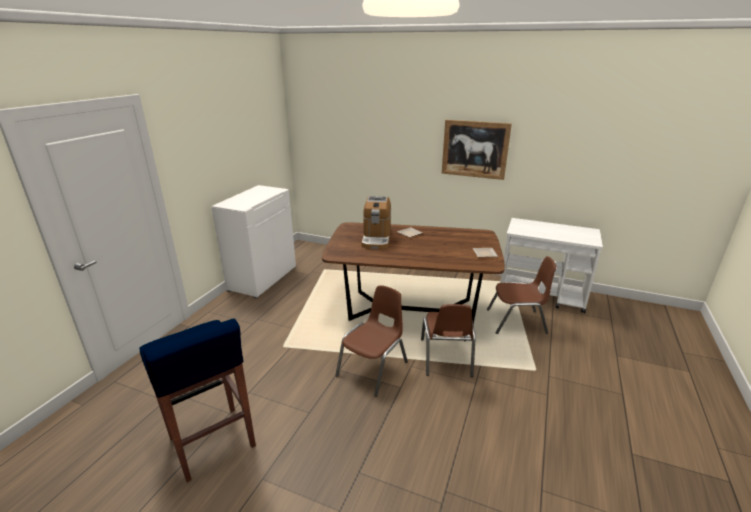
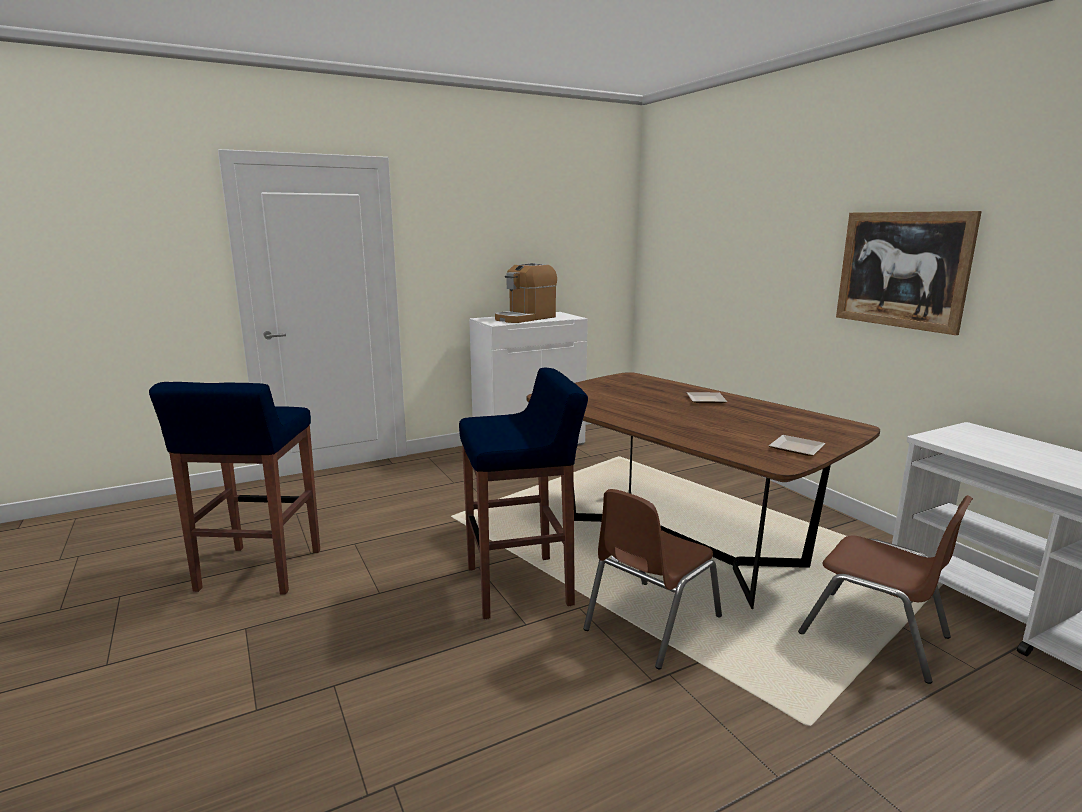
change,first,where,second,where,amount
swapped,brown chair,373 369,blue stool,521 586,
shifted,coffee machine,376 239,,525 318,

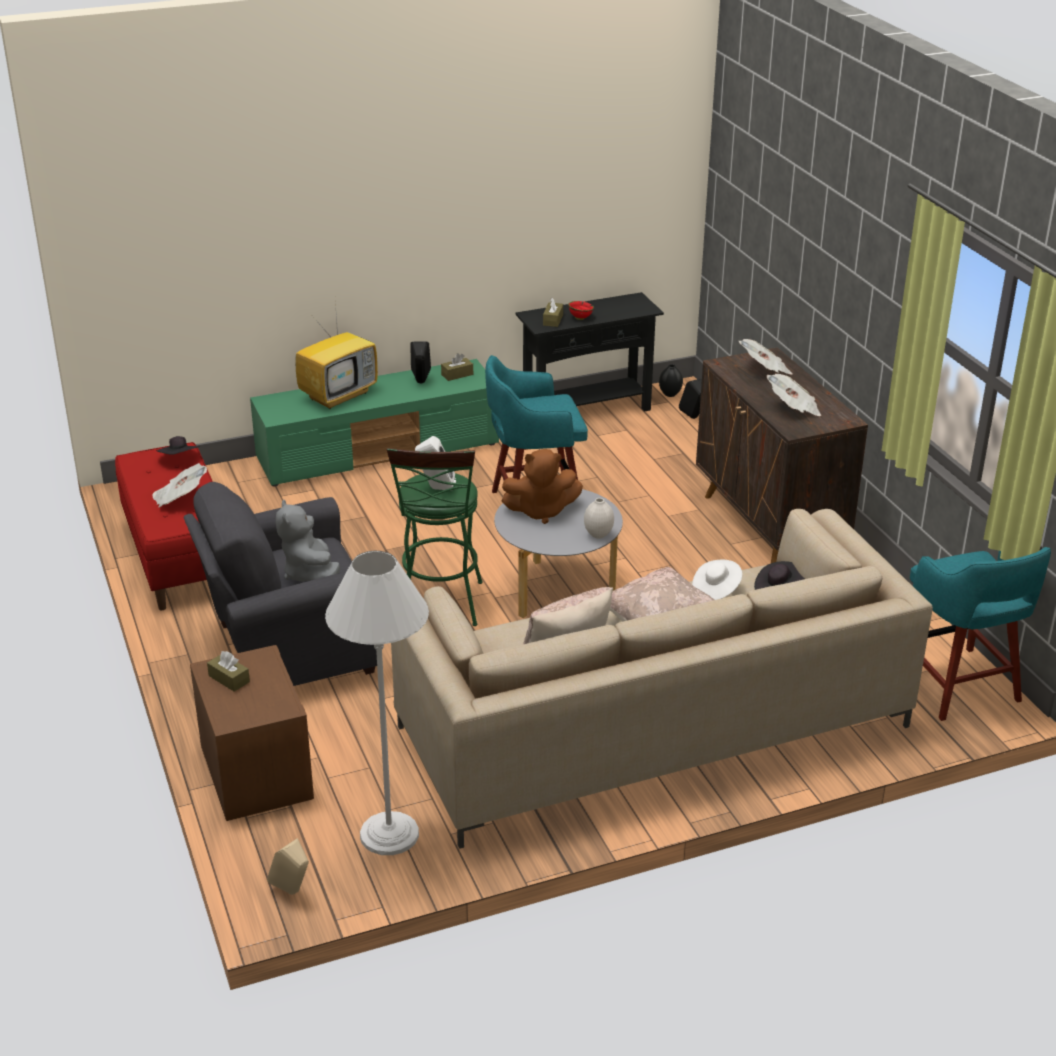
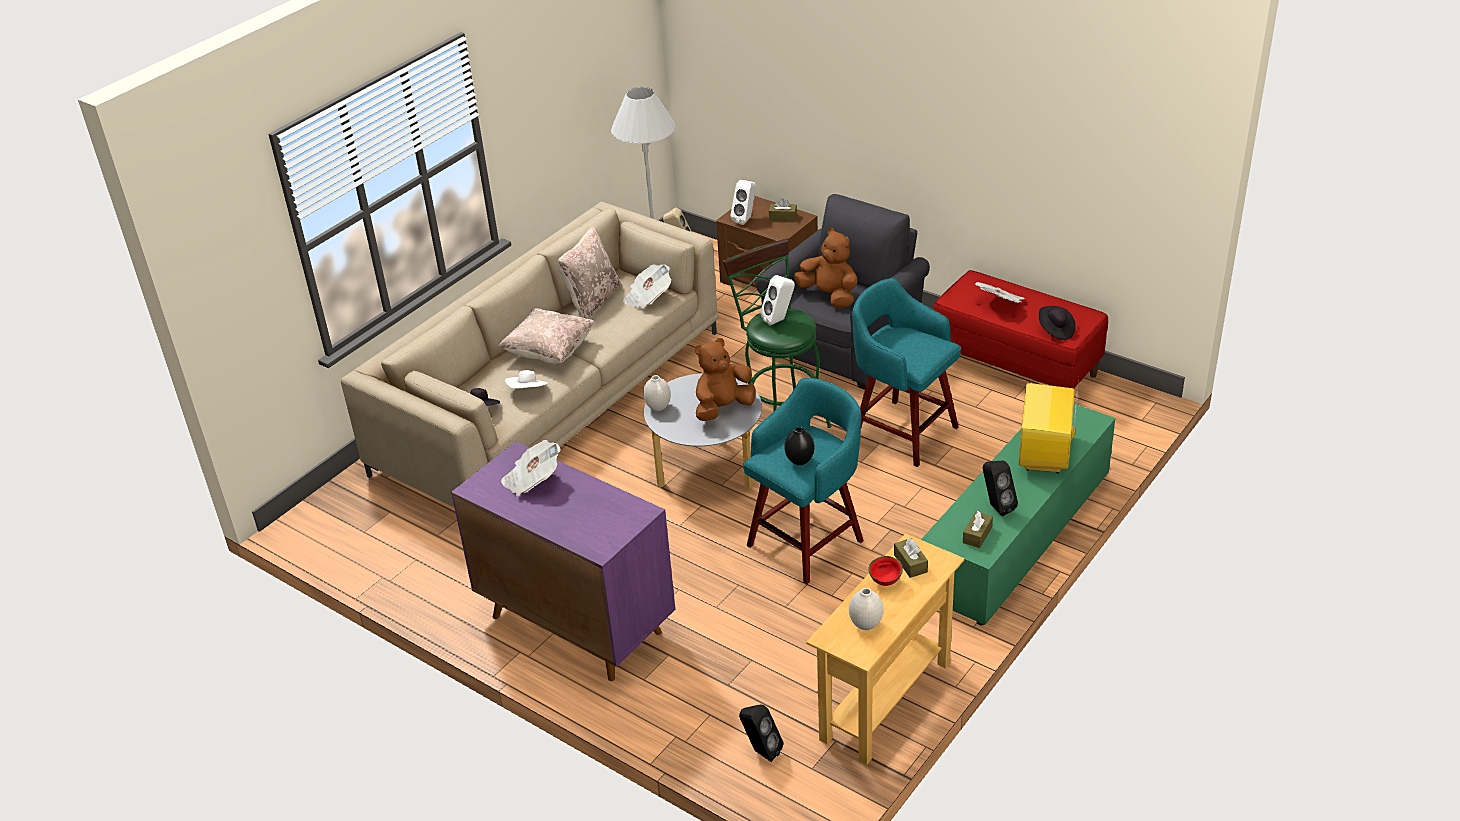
change,first,where,second,where,amount
repainted,grey plush toy,310 574,brown plush toy,829 296,
repainted,black console table,586 411,beige console table,886 700,
shifted,black vase,670 394,,800 461,
repainted,brown cabinet,770 525,purple cabinet,575 624,
shifted,newspaper,765 370,,648 298,
shifted,turquoise stool,958 686,,902 431,
new,,,white speaker,746 219,
new,,,white vase,866 625,

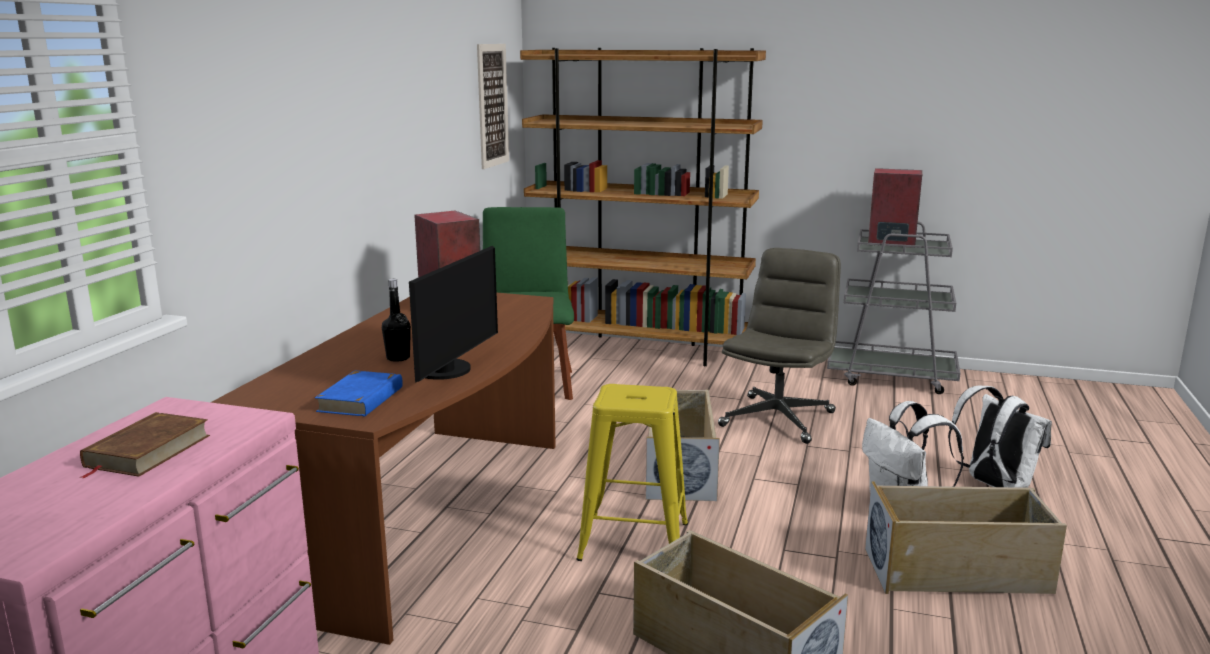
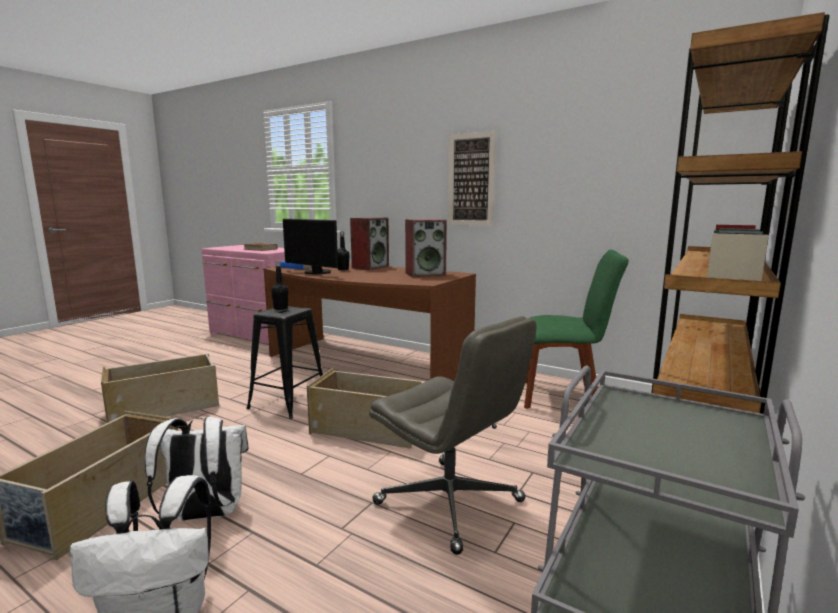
change,first,where,second,where,amount
shifted,picture,492 105,,471 180,
repainted,yellow stool,634 541,black stool,288 402,
shifted,speaker,890 242,,370 267,
new,,,black bottle,280 308,

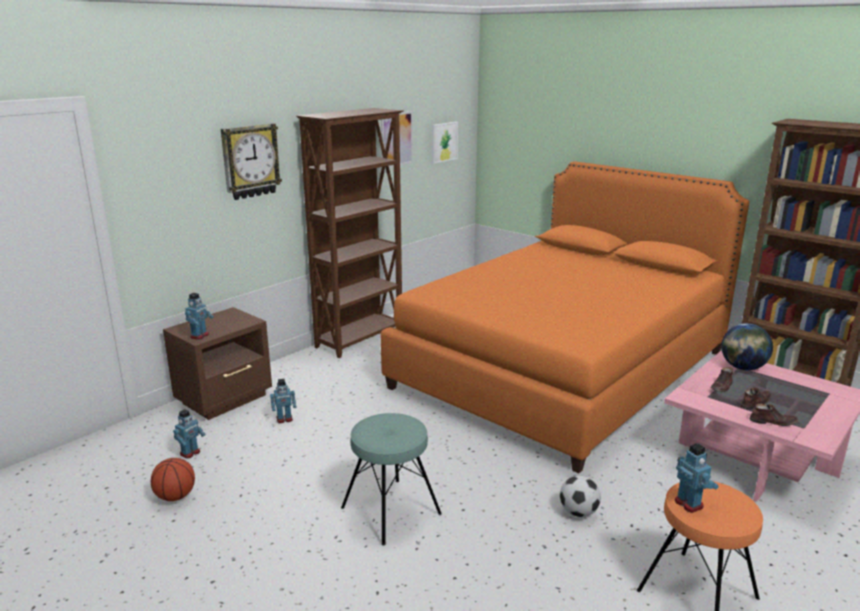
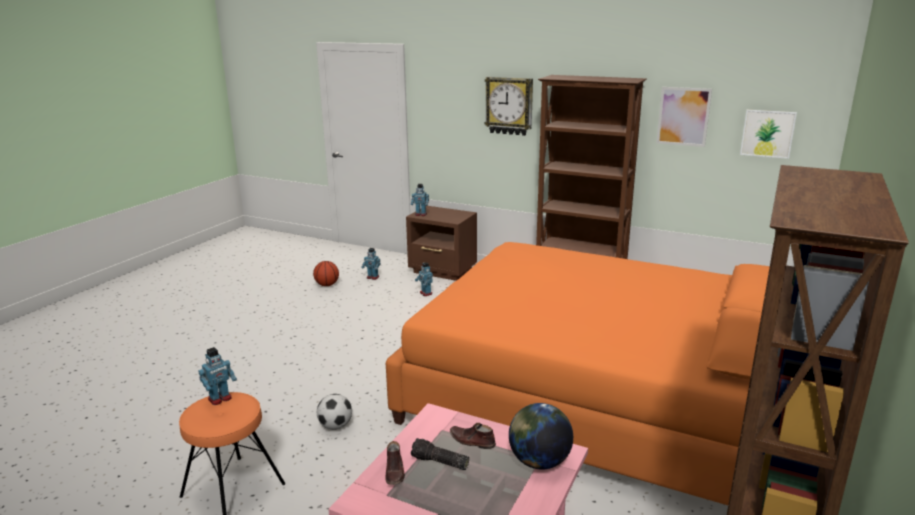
change,first,where,second,where,amount
gone,turquoise stool,391 511,,,
swapped,brown shoe,754 403,flashlight,439 462,

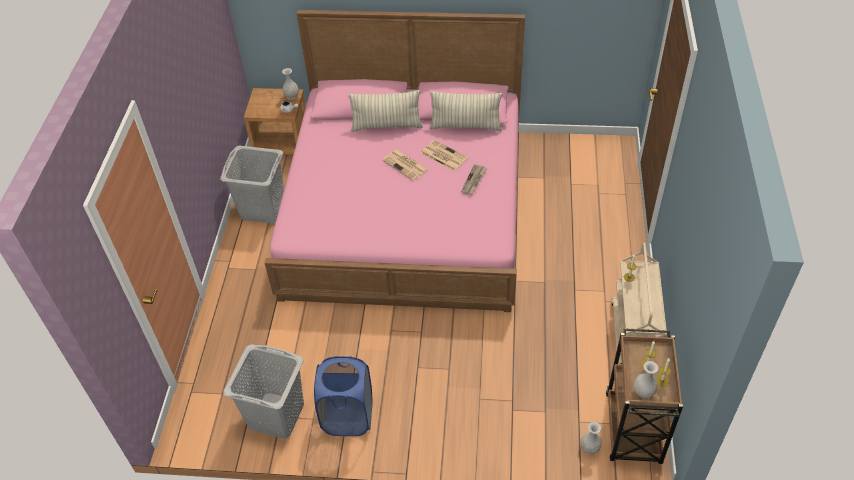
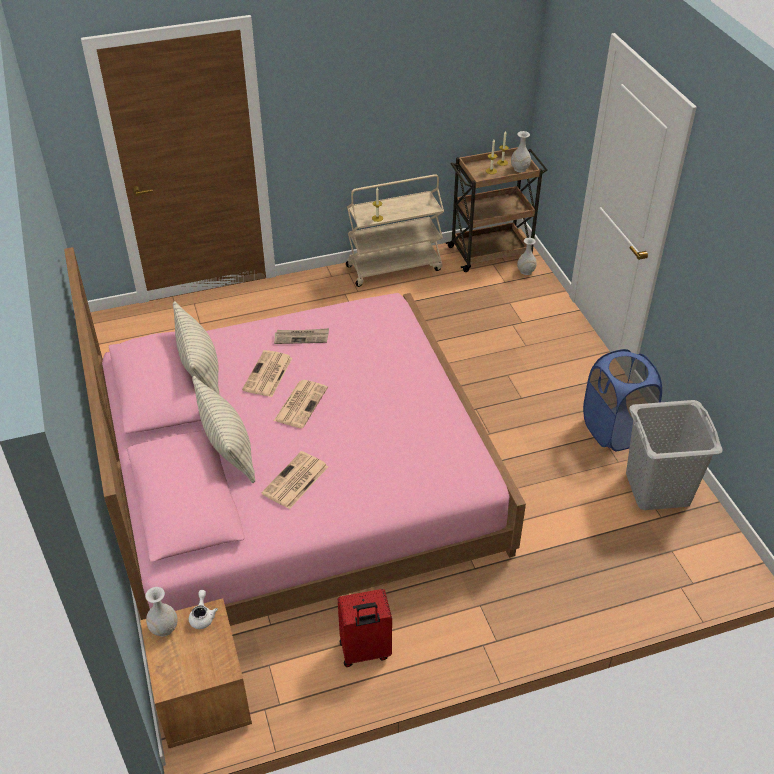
change,first,where,second,where,amount
swapped,grey laundry basket,262 208,red suitcase,365 652,
new,,,newspaper,295 481,

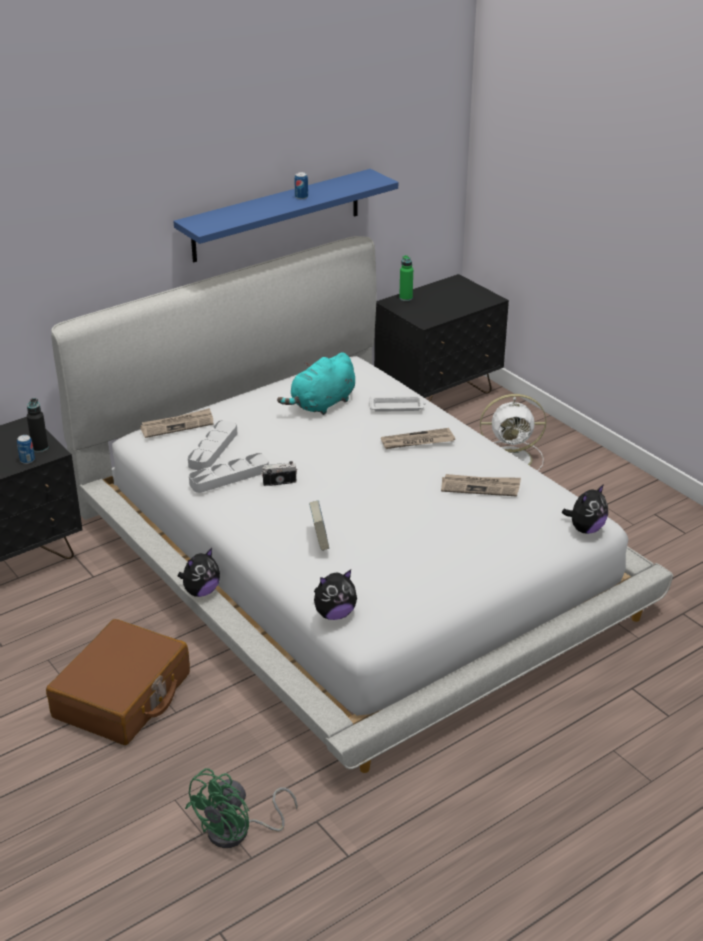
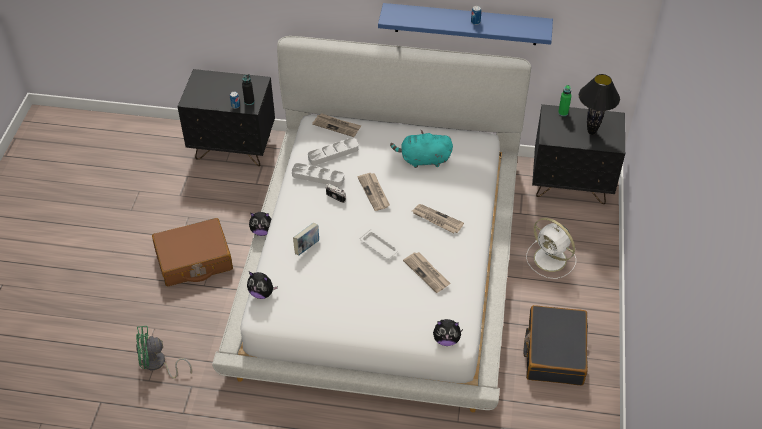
change,first,where,second,where,amount
shifted,white tray,397 407,,379 247,
new,,,newspaper,374 192,
new,,,black suitcase,554 352,
new,,,black table lamp,591 131,

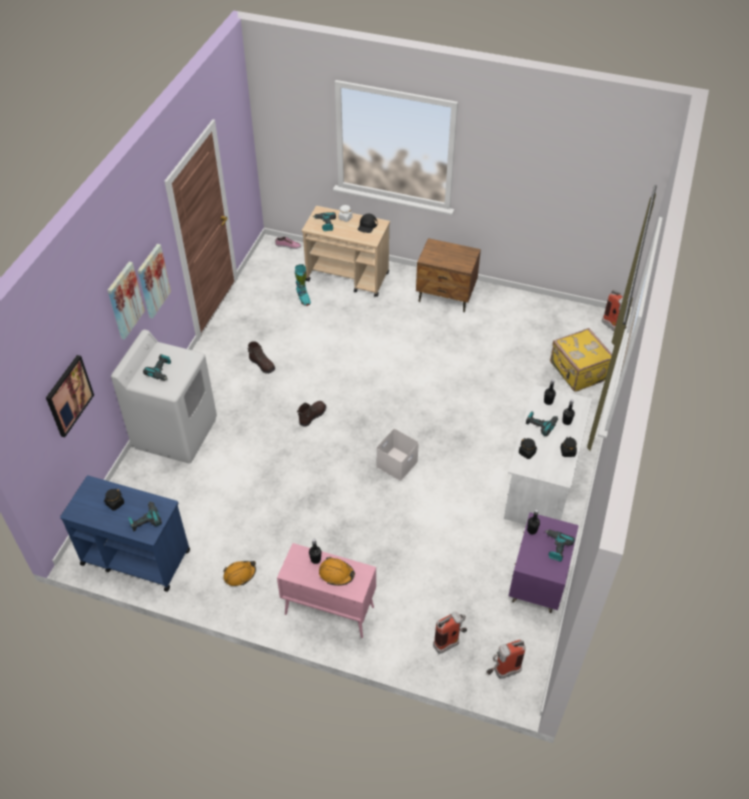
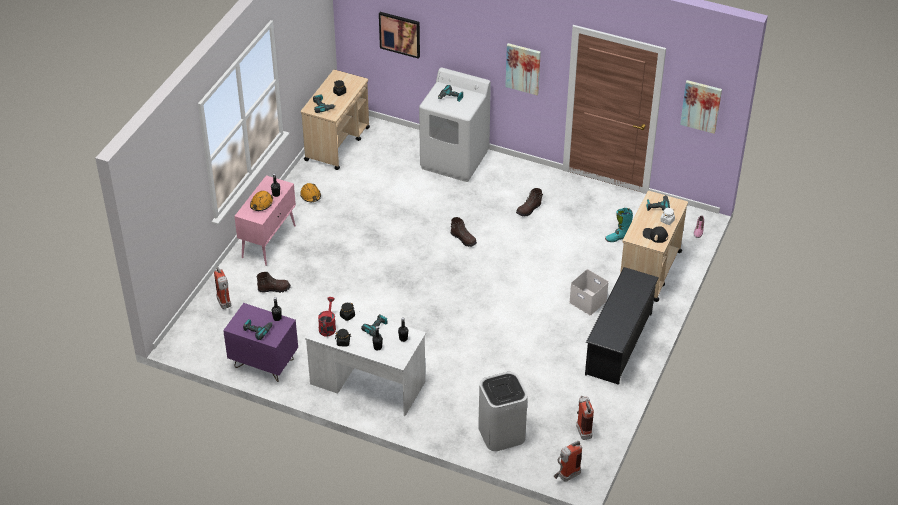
change,first,where,second,where,amount
repainted,blue cart,135 557,beige cart,337 143,
shifted,picture,125 300,,701 106,
shifted,white storage box,397 464,,587 301,
swapped,brown nightstand,446 296,black shoe rack,619 343,
shifted,fire extinguisher,502 672,,582 429,
swapped,yellow suitcase,578 372,white trash can,501 433,
new,,,brown boot,274 289,
new,,,red watering can,327 327,

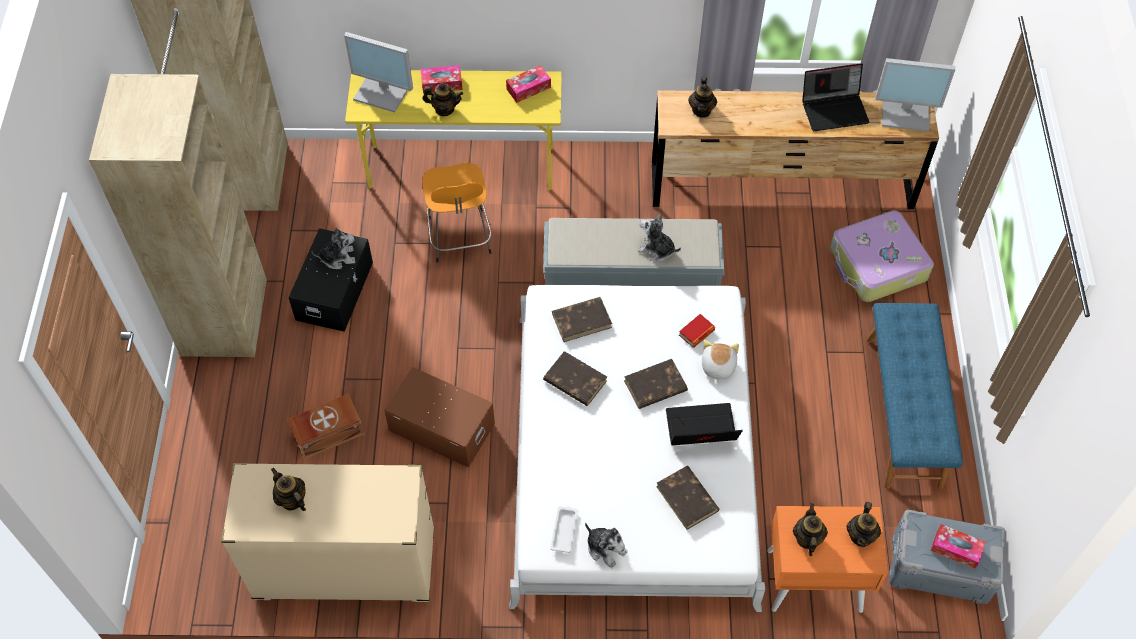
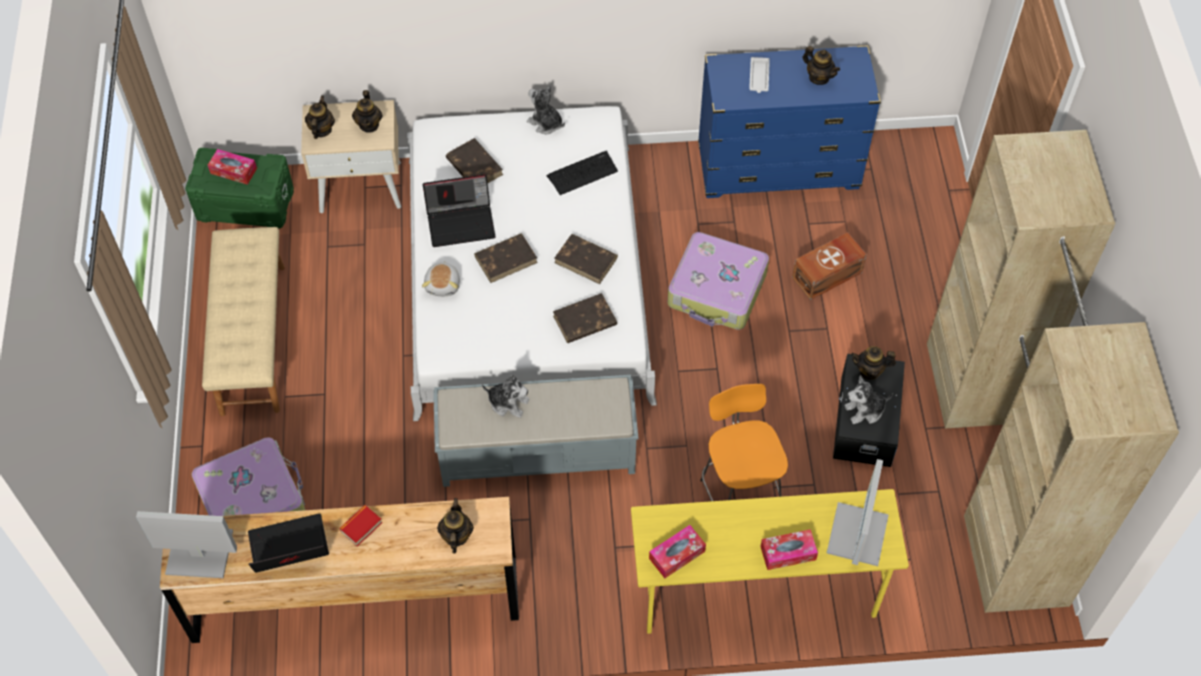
change,first,where,second,where,amount
repainted,beige dresser,345 566,blue dresser,778 168,
rotated,monitor,384 91,,858 536,90 degrees counterclockwise
swapped,brown storage box,442 426,suitcase,717 290,
shifted,teapot,444 109,,869 371,
shifted,white tray,564 530,,759 77,
shifted,book,696 333,,361 527,
repainted,orange nightstand,813 580,beige nightstand,361 186,
repainted,blue bench,904 411,beige bench,252 338,
repainted,grey storage box,940 567,green storage box,245 205,
new,,,keyboard,582 173,

